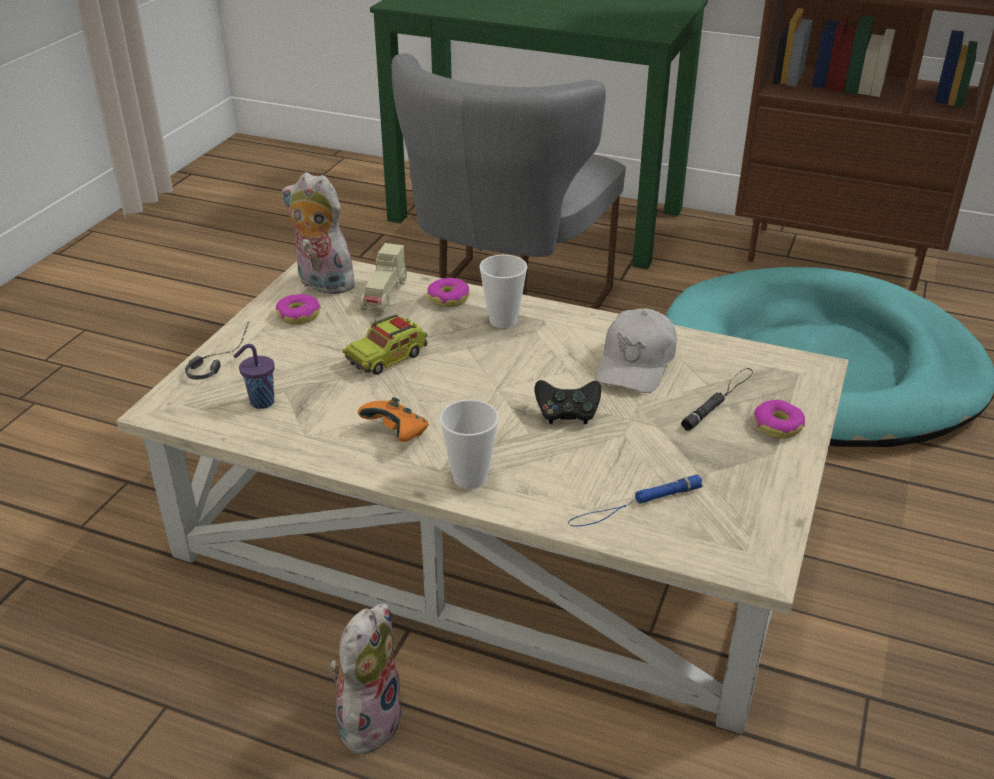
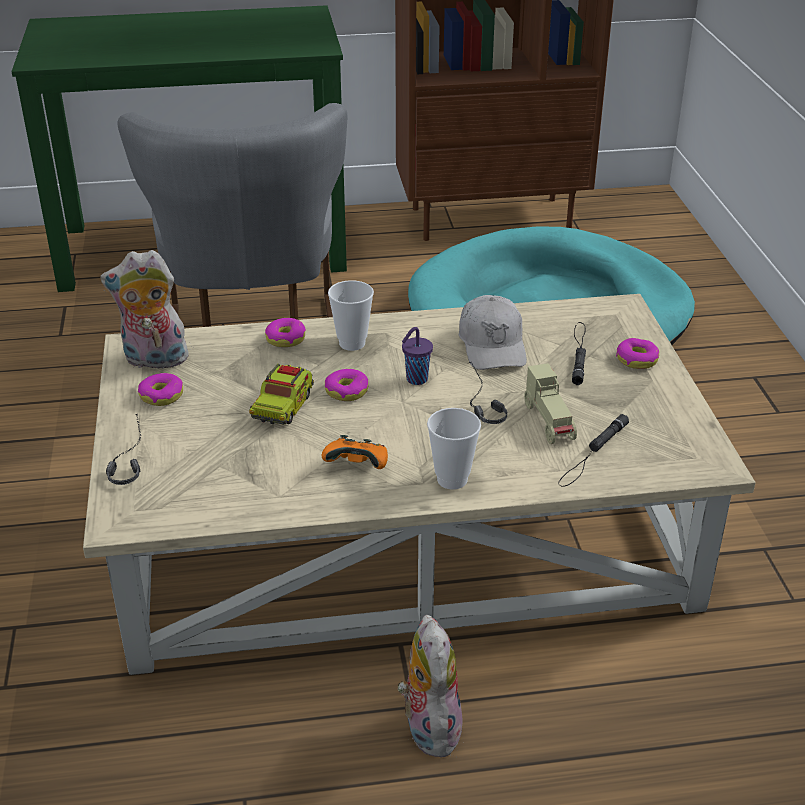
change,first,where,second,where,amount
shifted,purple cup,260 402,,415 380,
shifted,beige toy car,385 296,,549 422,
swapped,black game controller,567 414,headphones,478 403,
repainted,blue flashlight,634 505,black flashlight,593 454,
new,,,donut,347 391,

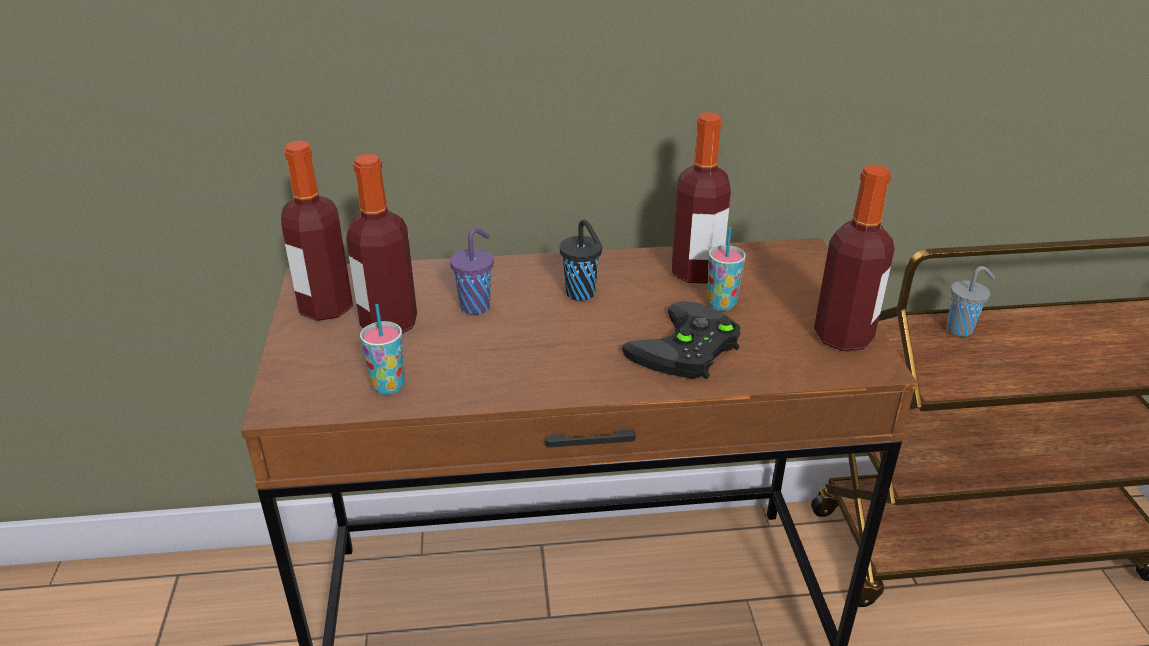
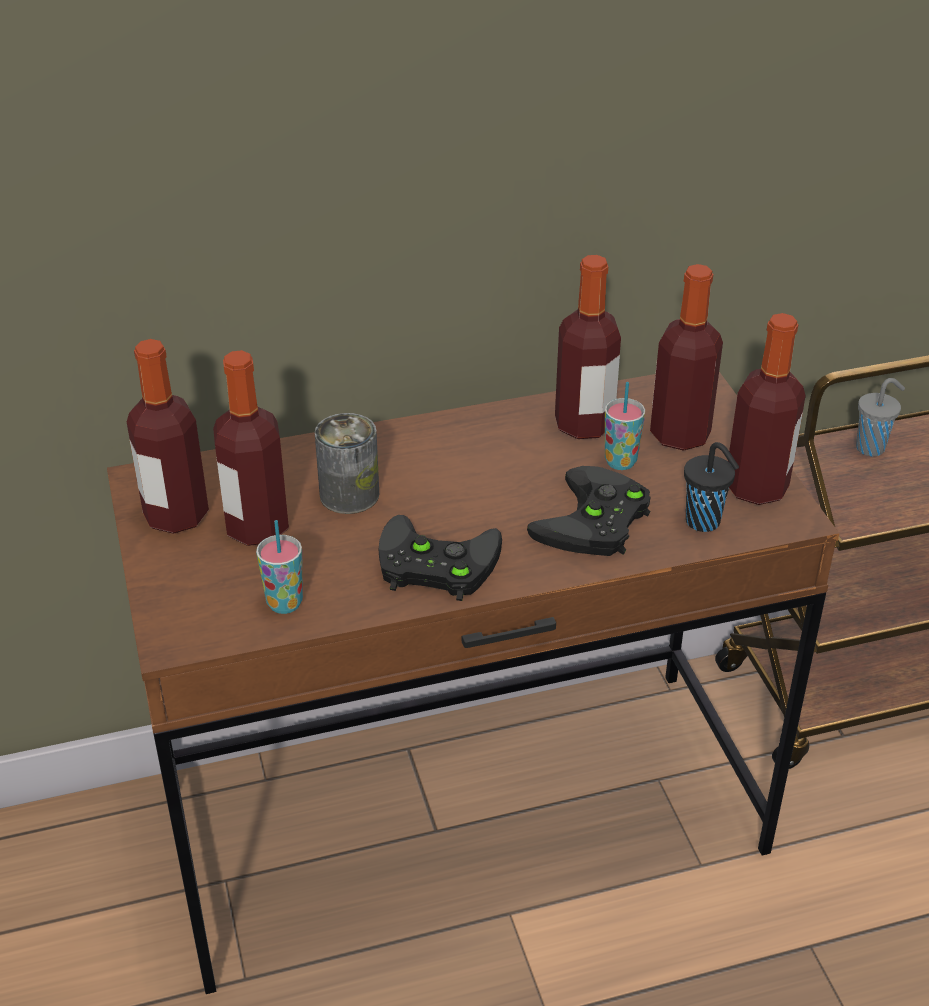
change,first,where,second,where,amount
swapped,purple cup,476 306,can,349 494,
shifted,black cup,582 294,,705 522,
new,,,black game controller,432 565,
new,,,bottle,680 434,

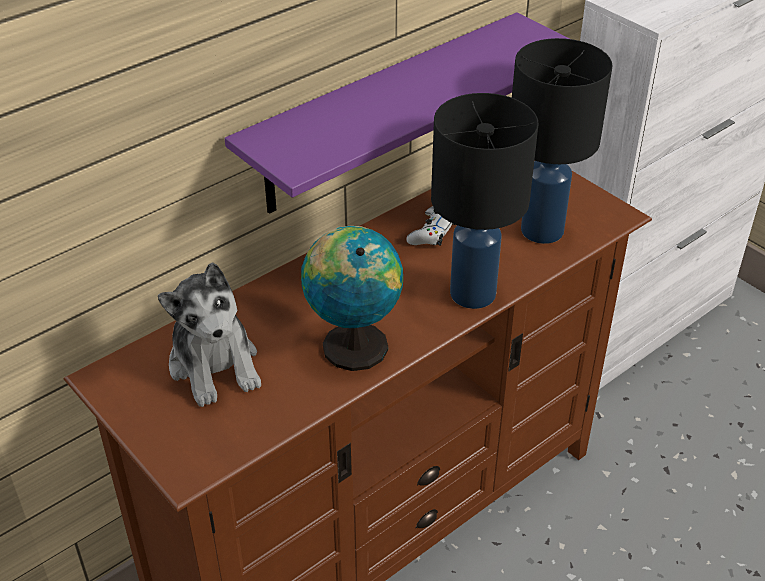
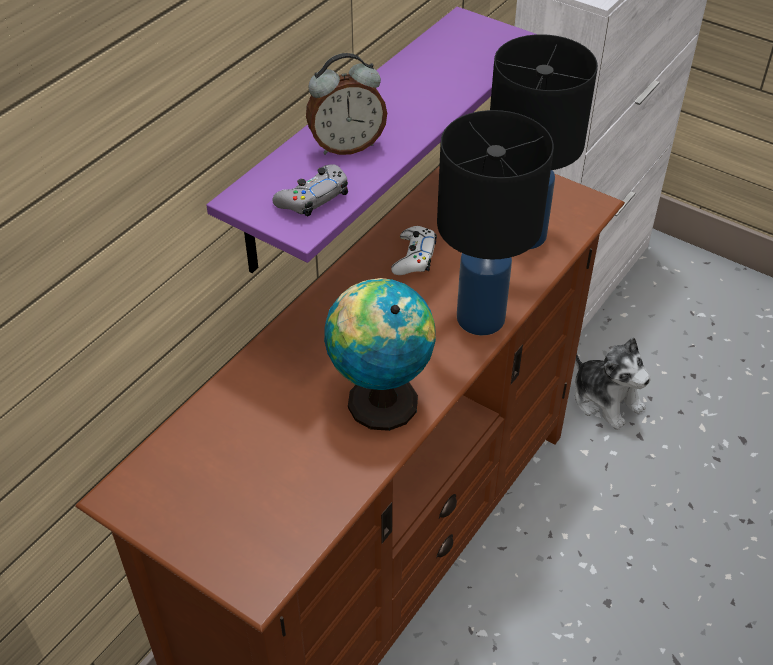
change,first,where,second,where,amount
shifted,plush toy,215 365,,606 400,
new,,,grey game controller,313 198,
new,,,alarm clock,346 146,

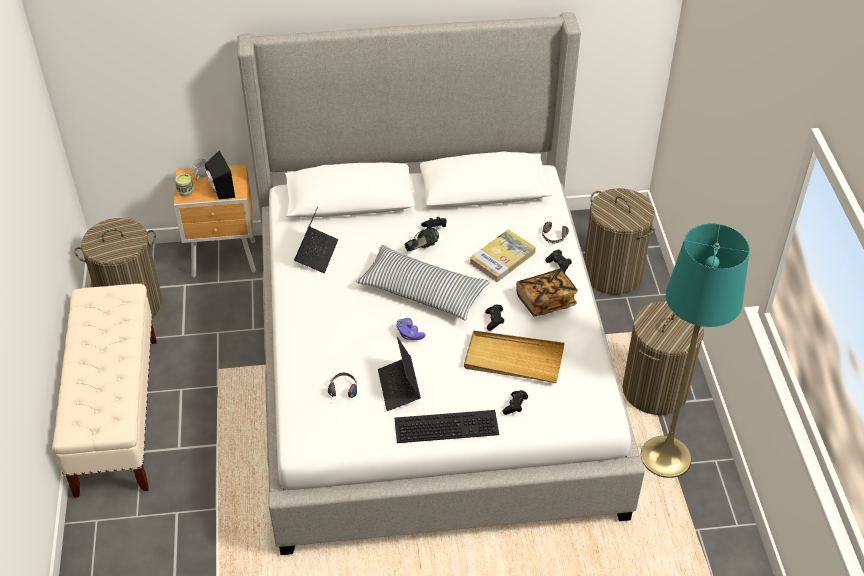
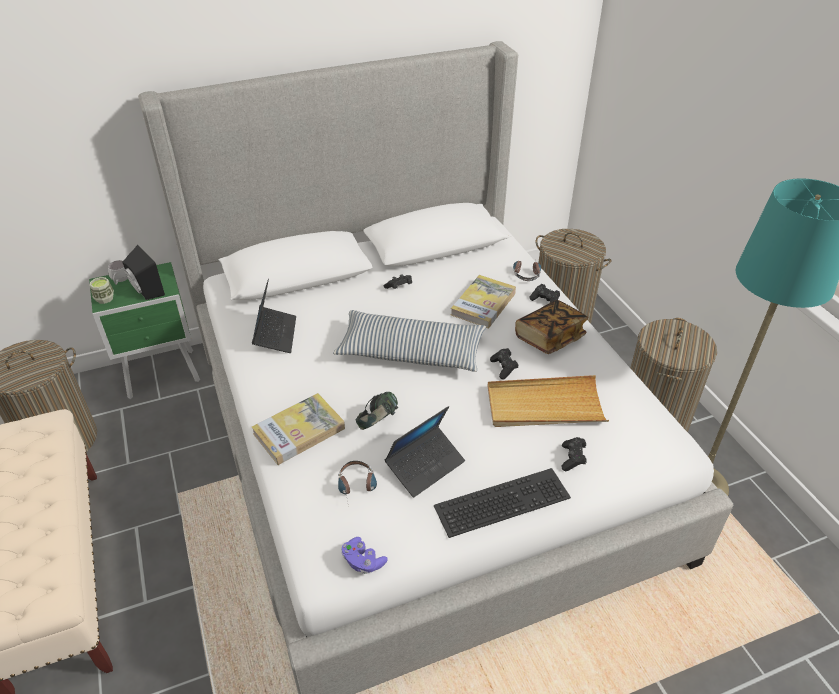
change,first,where,second,where,amount
repainted,brown nightstand,225 260,green nightstand,164 375,
rotated,laptop,399 387,,425 465,105 degrees counterclockwise
shifted,purple game controller,409 334,,363 561,
shifted,headphones,422 249,,378 423,
new,,,book,299 431,

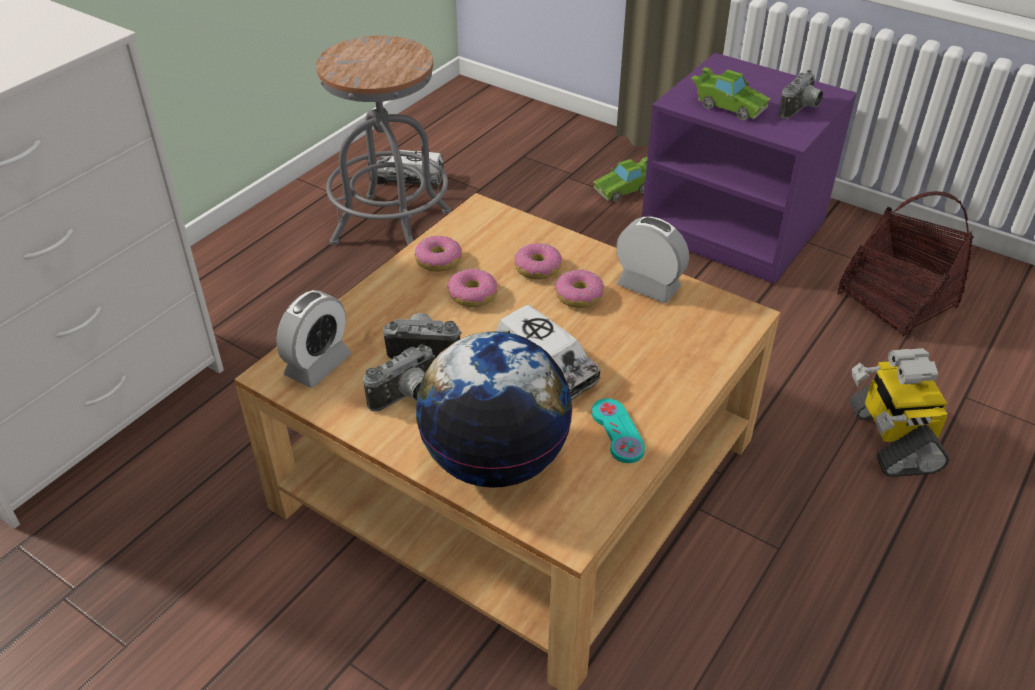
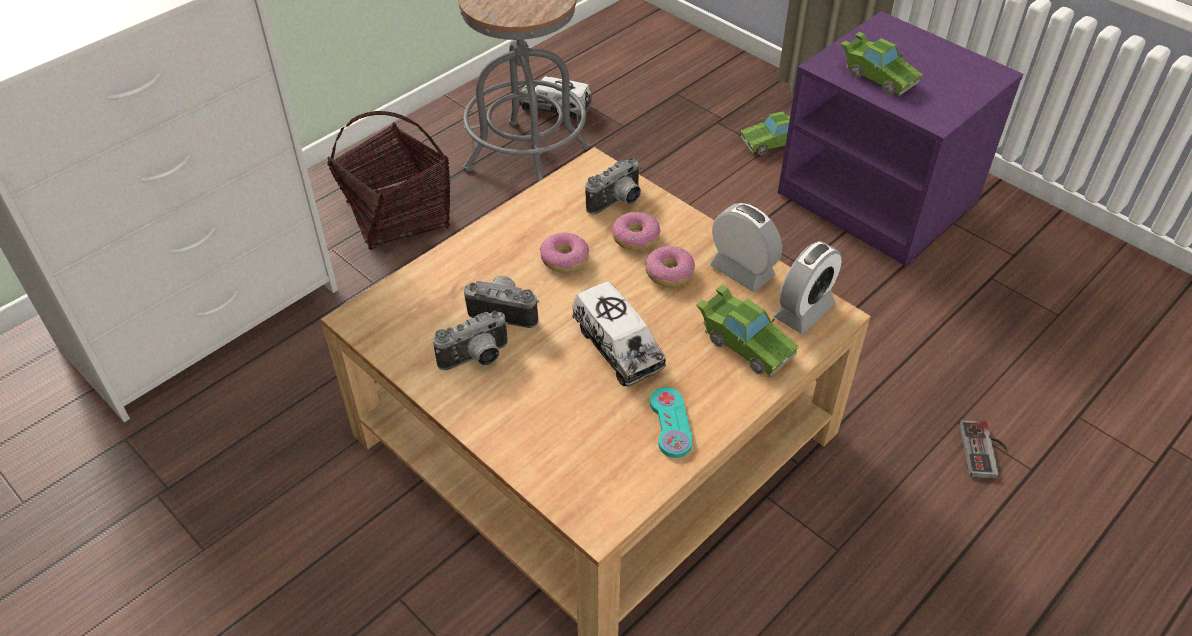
change,first,where,second,where,amount
shifted,alarm clock,318 365,,804 311,
gone,donut,439 261,,,
gone,globe,495 460,,,
shifted,photo camera,801 110,,618 203,
shifted,basket,897 301,,398 216,
swapped,toy robot,891 438,game controller,985 451,
new,,,green toy car,744 343,

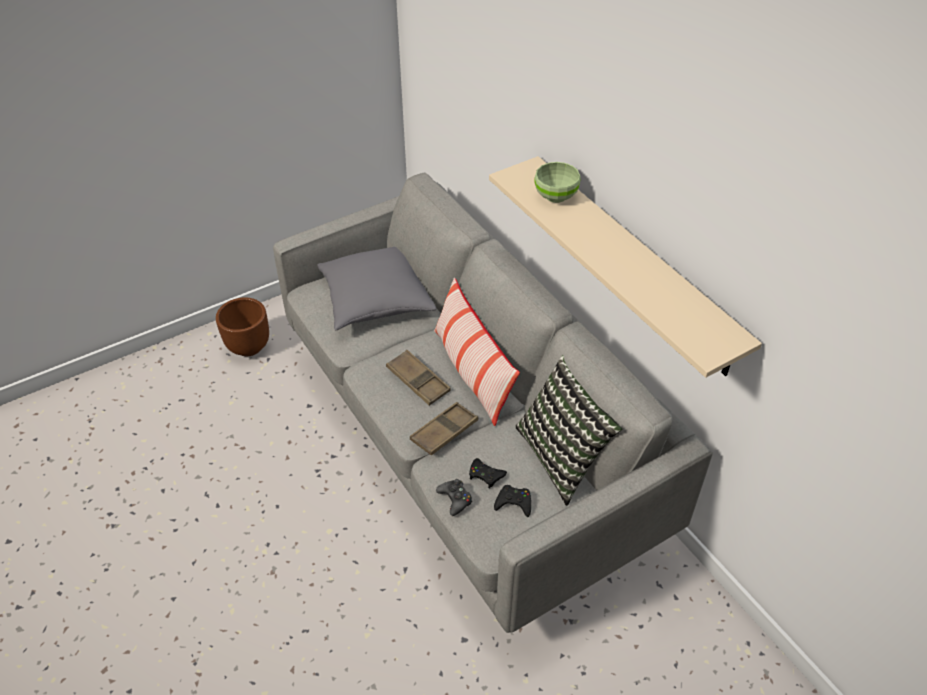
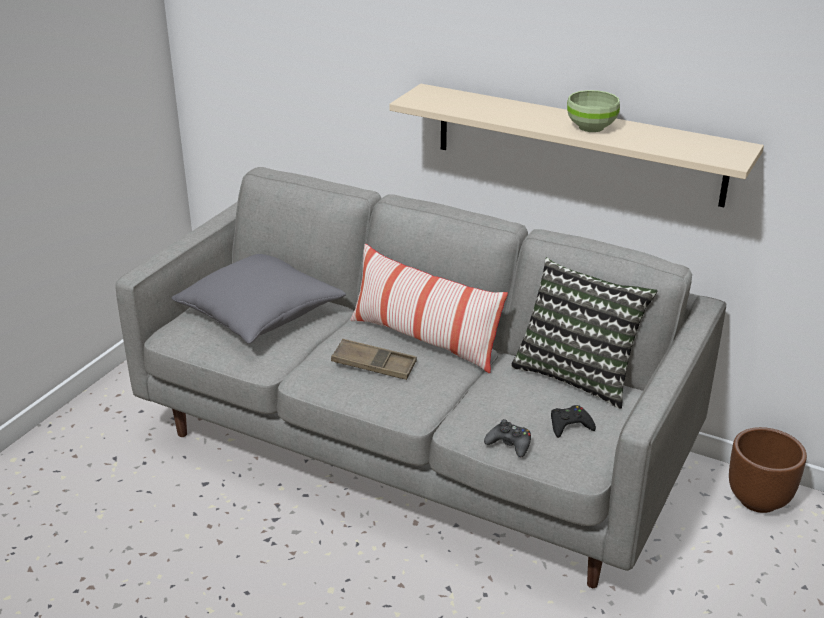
change,first,where,second,where,amount
shifted,brown planter,249 347,,759 500,
gone,brown tray,444 432,,,
gone,black game controller,485 475,,,
shifted,green bowl,555 196,,590 127,

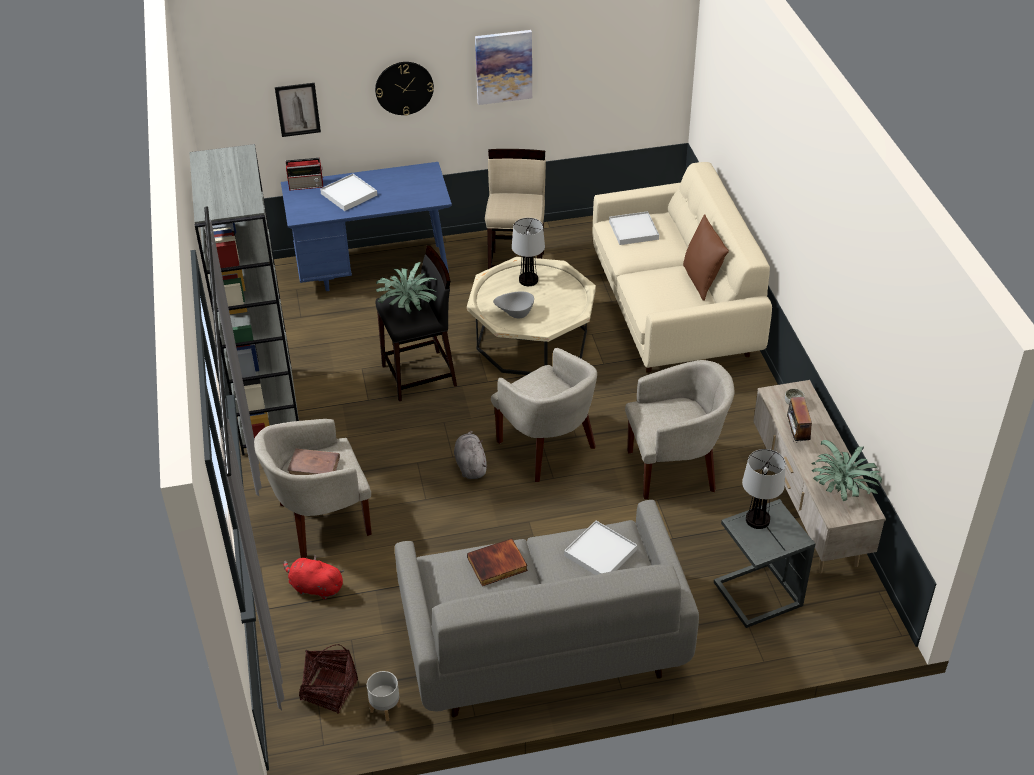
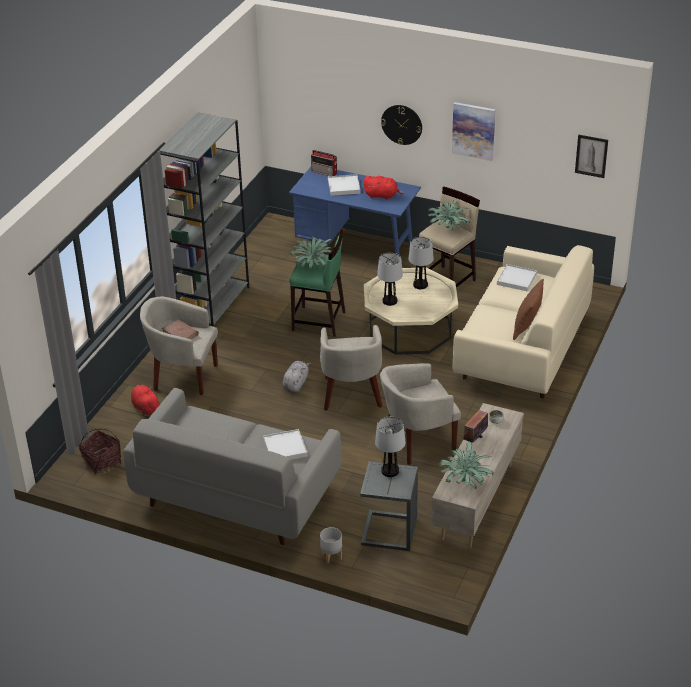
change,first,where,second,where,amount
shifted,picture,298 109,,591 156,
shifted,grey planter,385 709,,331 556,
repainted,black stool,420 376,green stool,319 321,
gone,book,497 565,,,
swapped,grey bowl,515 313,table lamp,390 301,
rotated,beige armchair,674 468,,417 441,135 degrees clockwise
new,,,red plush toy,382 195,
new,,,potted plant,449 228,

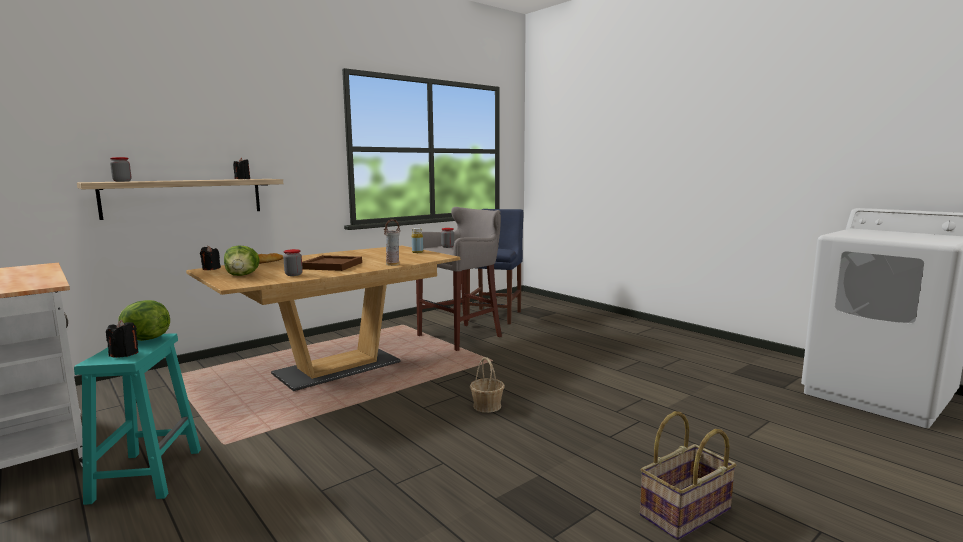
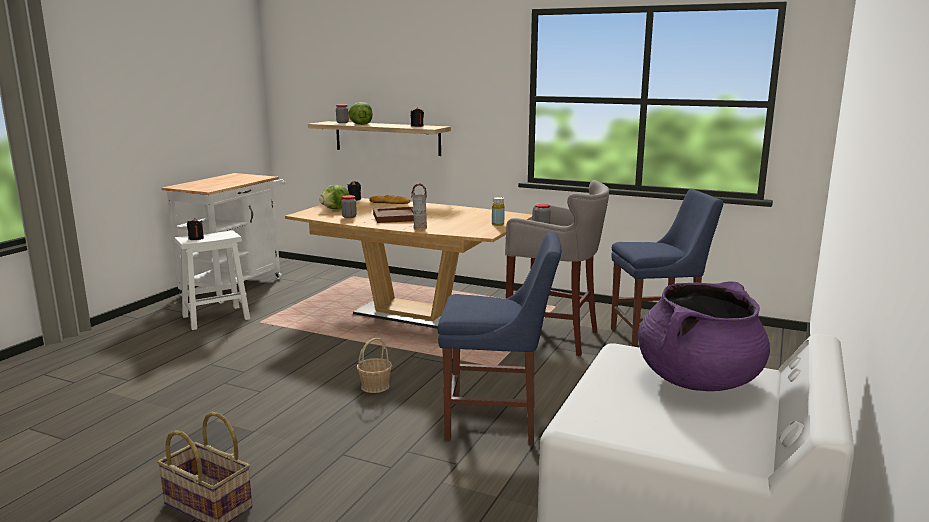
change,first,where,second,where,amount
repainted,turquoise stool,147 474,white stool,217 317,
shifted,lettuce,145 339,,361 124,
new,,,blue chair,497 422,
new,,,purple cooking pot,698 380,

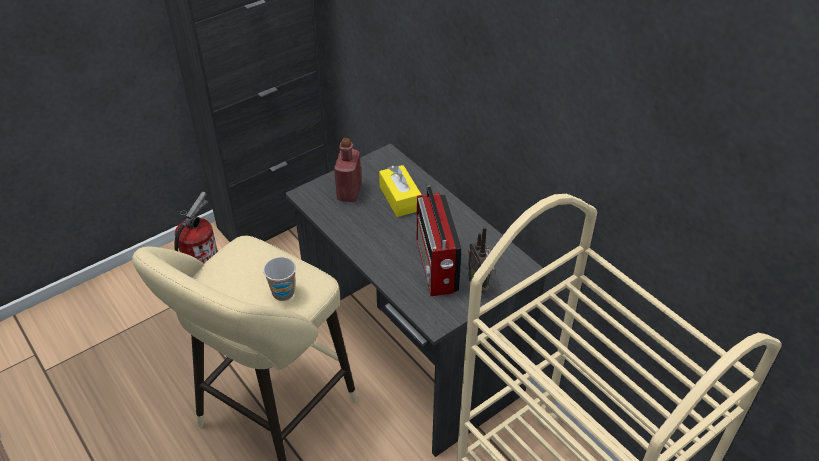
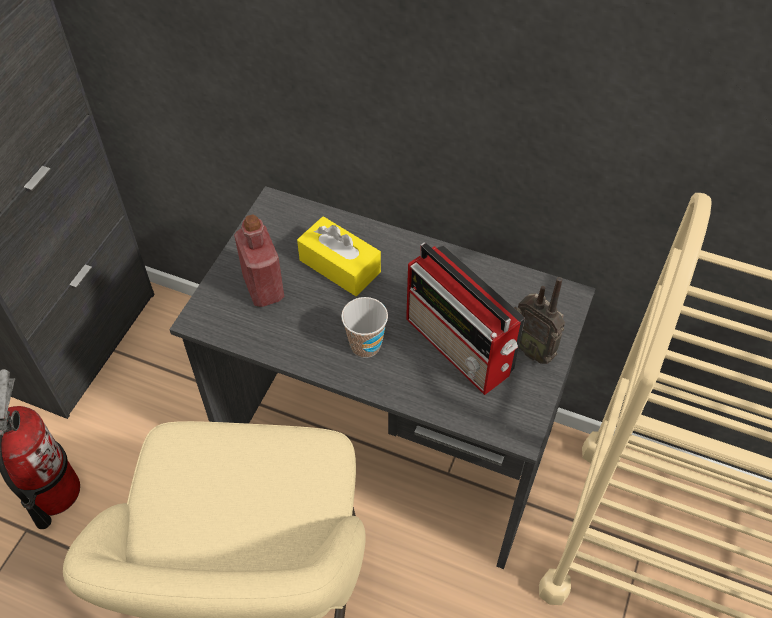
change,first,where,second,where,amount
shifted,cup,283 293,,365 345,

